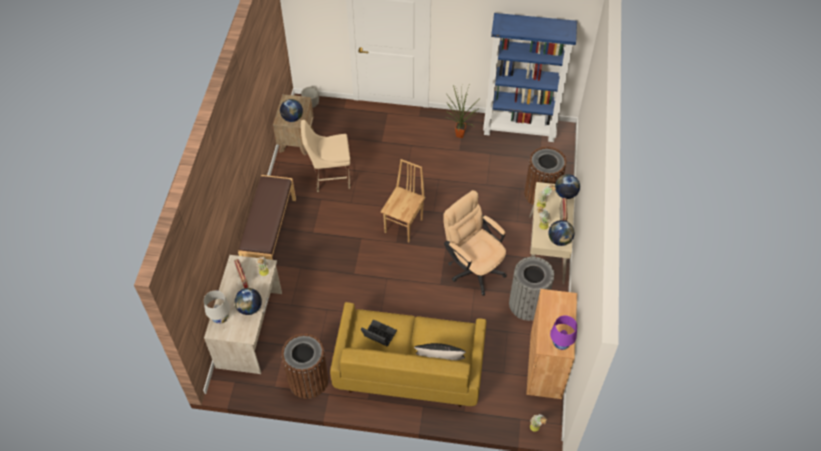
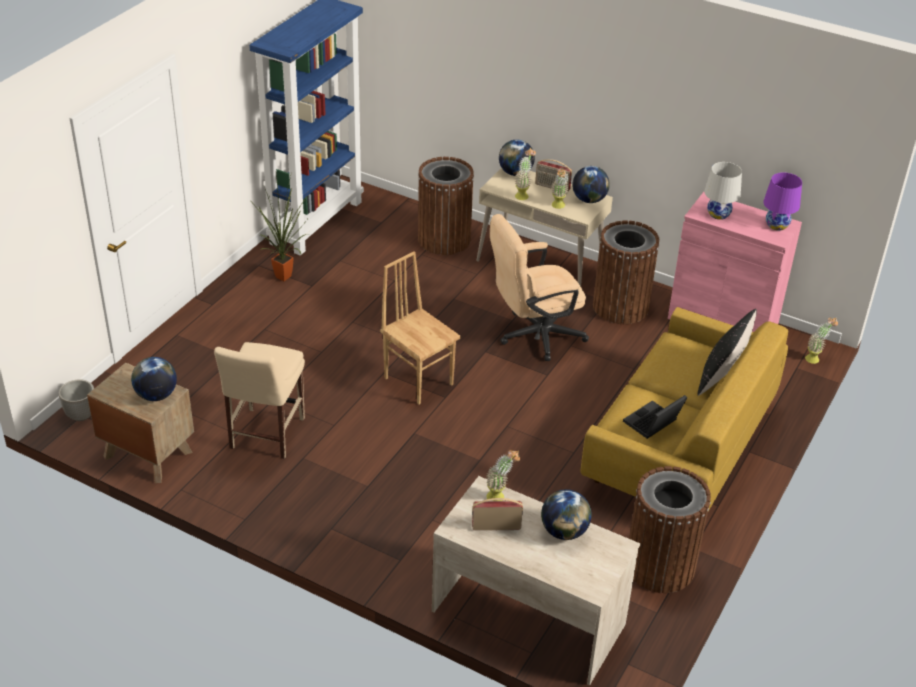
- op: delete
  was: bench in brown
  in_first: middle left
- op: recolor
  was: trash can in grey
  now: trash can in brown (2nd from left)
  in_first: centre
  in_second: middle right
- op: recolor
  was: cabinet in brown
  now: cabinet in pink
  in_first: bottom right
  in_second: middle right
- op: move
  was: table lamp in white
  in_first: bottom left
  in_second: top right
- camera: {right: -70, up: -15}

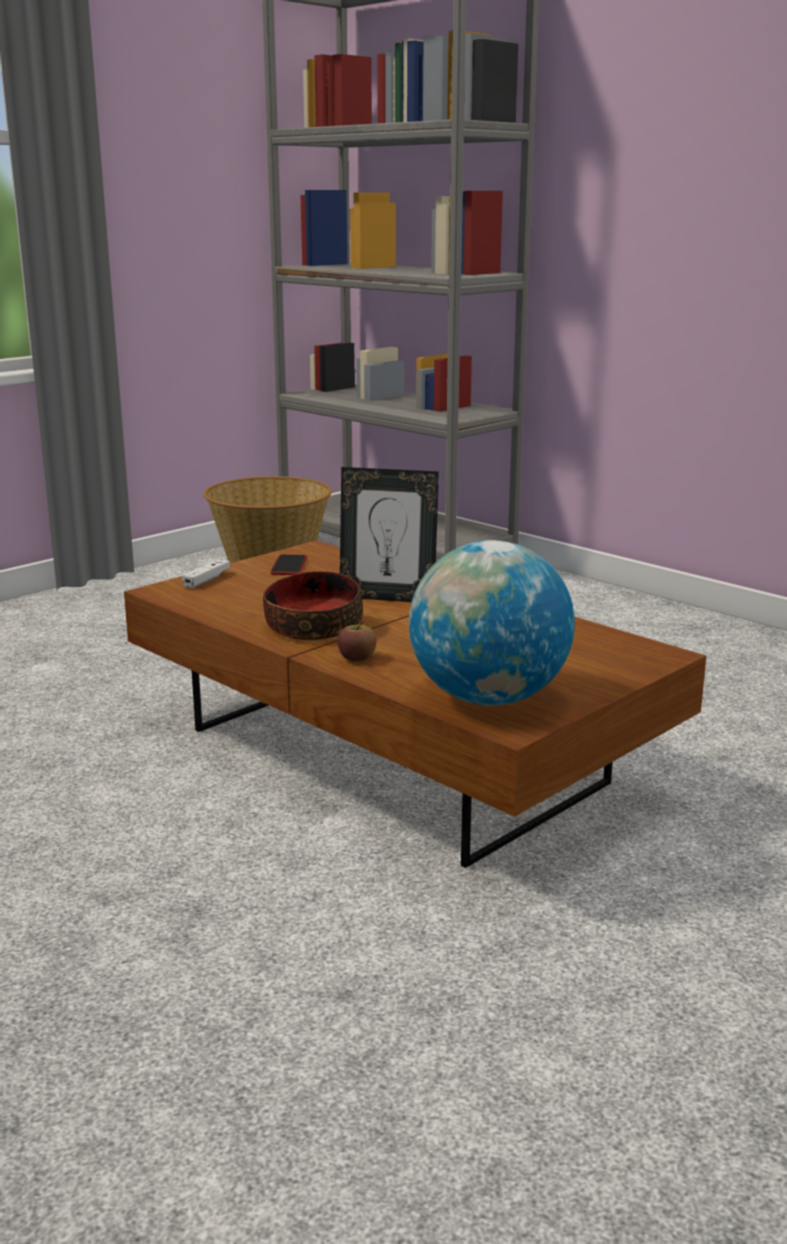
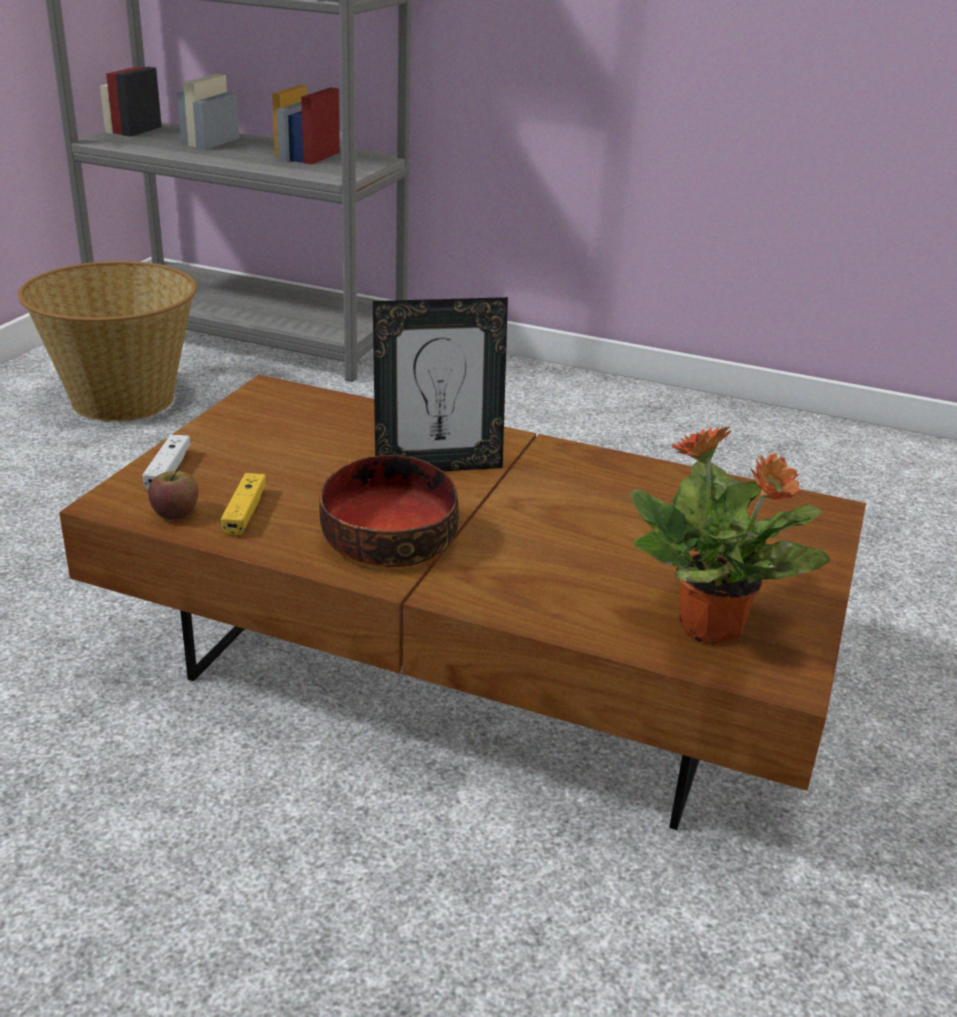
- op: replace
  was: globe
  now: potted plant
  in_first: centre
  in_second: middle right
- op: delete
  was: phone
  in_first: centre
- op: move
  was: apple
  in_first: centre
  in_second: middle left
- op: insert
  now: game controller in yellow
  in_second: middle left
- camera: {right: -25, up: 10}

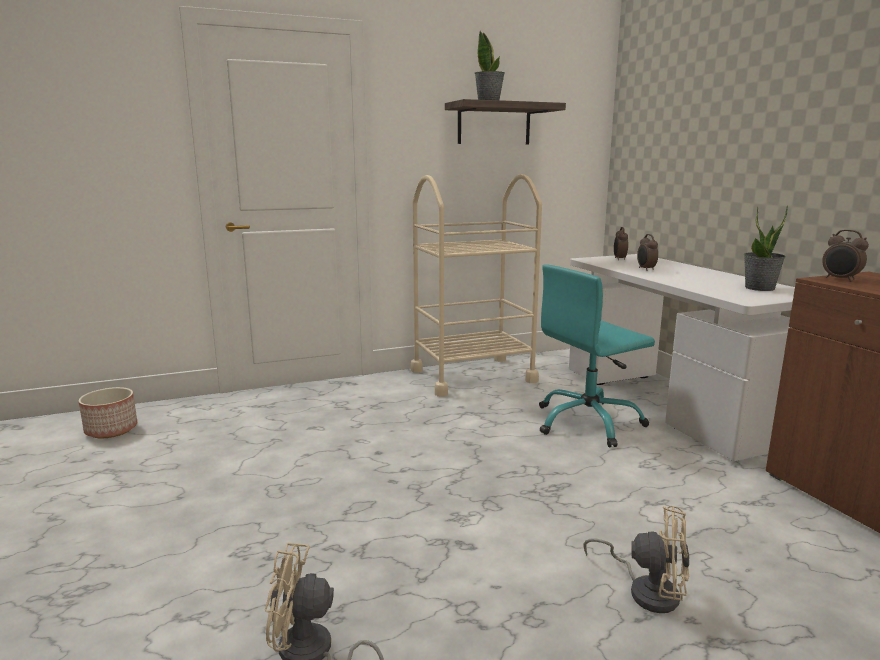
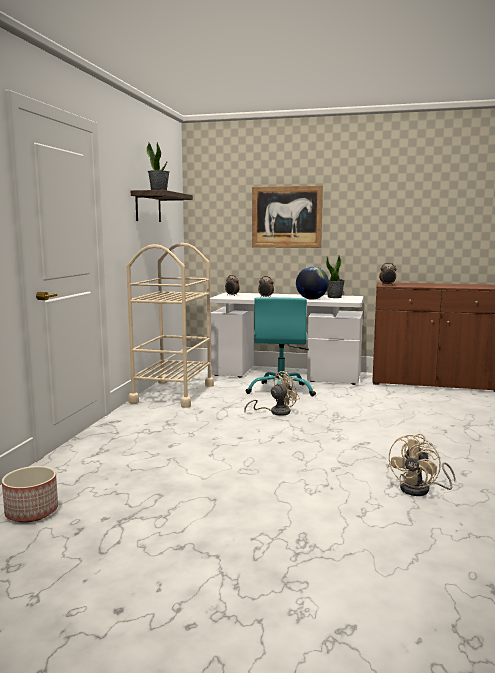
- op: move
  was: fan in beige (2nd from left in the first image)
  now: fan in beige (1st from left)
  in_first: bottom right
  in_second: centre
- op: insert
  now: picture
  in_second: top centre
- op: insert
  now: globe
  in_second: centre
- camera: {right: -55, up: -5}

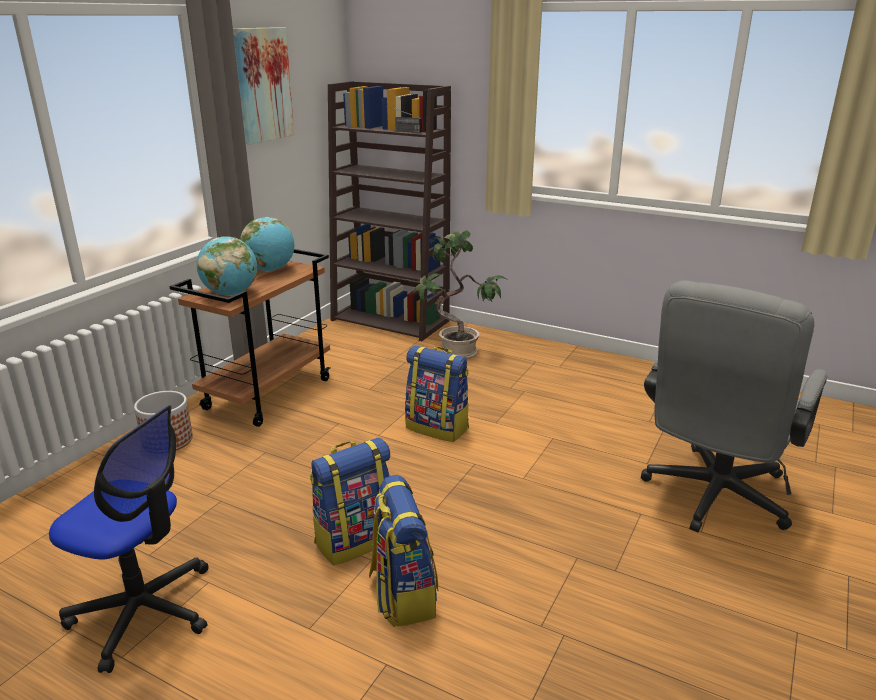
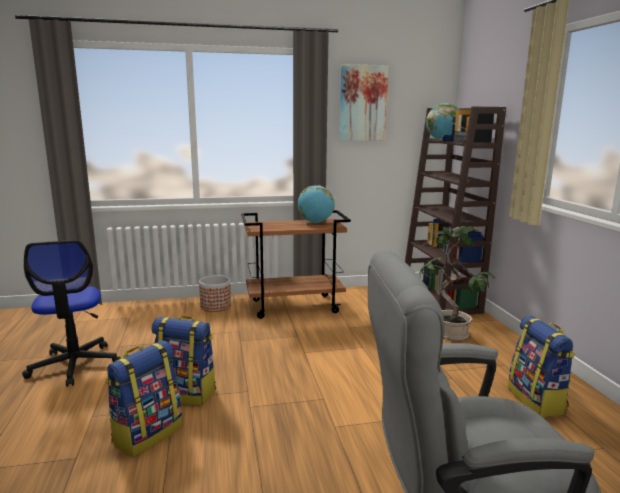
- op: move
  was: globe (1st from left in the first image)
  now: globe (2nd from left)
  in_first: middle left
  in_second: top right
- op: move
  was: backpack (3rd from left)
  in_first: centre
  in_second: bottom right
- camera: {right: 50, up: -10}

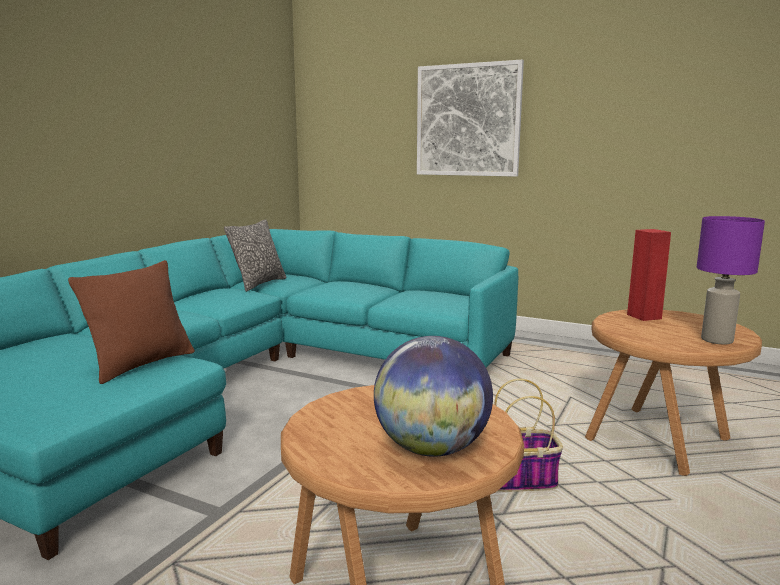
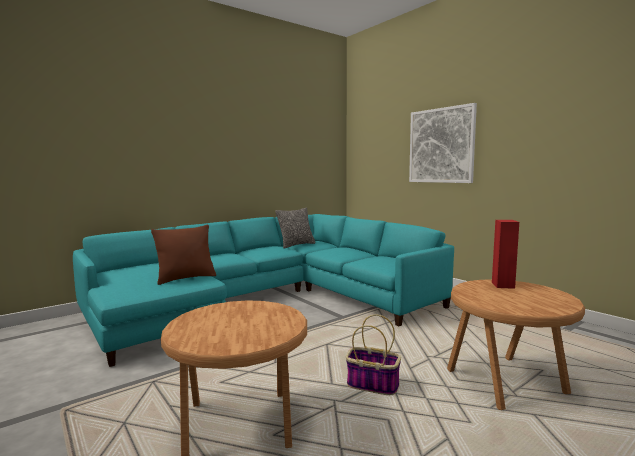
- op: delete
  was: table lamp in purple
  in_first: middle right
- op: delete
  was: globe
  in_first: bottom centre
- camera: {right: 25, up: -5}

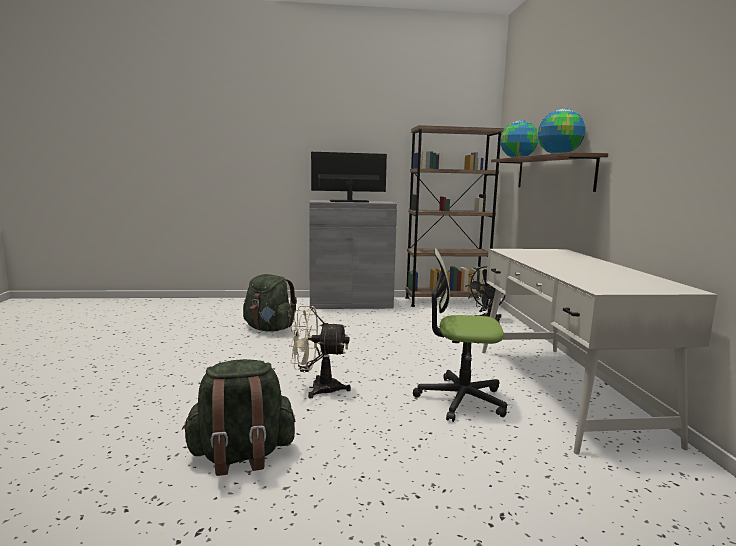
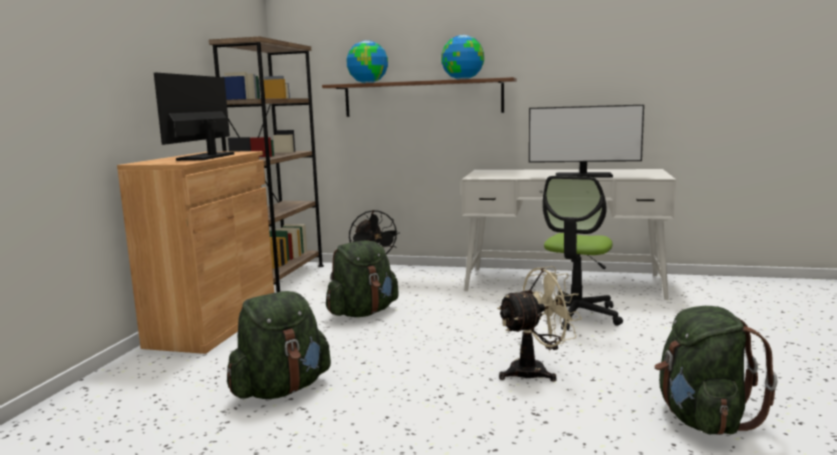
- op: recolor
  was: cabinet in grey
  now: cabinet in brown
  in_first: centre
  in_second: middle left
- op: rotate
  was: fan in beige
  in_first: centre
  in_second: bottom centre
  clockwise: -135
- op: insert
  now: monitor (2nd from left)
  in_second: top right
- op: insert
  now: backpack in green (2nd from left)
  in_second: centre
- camera: {right: -70, up: 0}

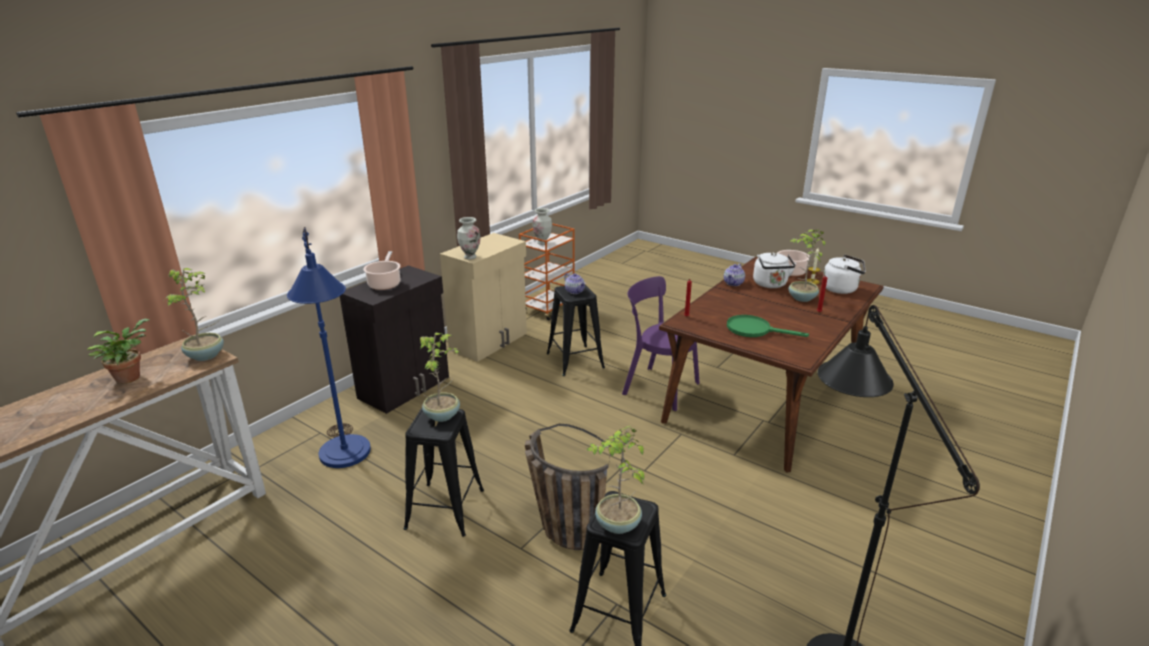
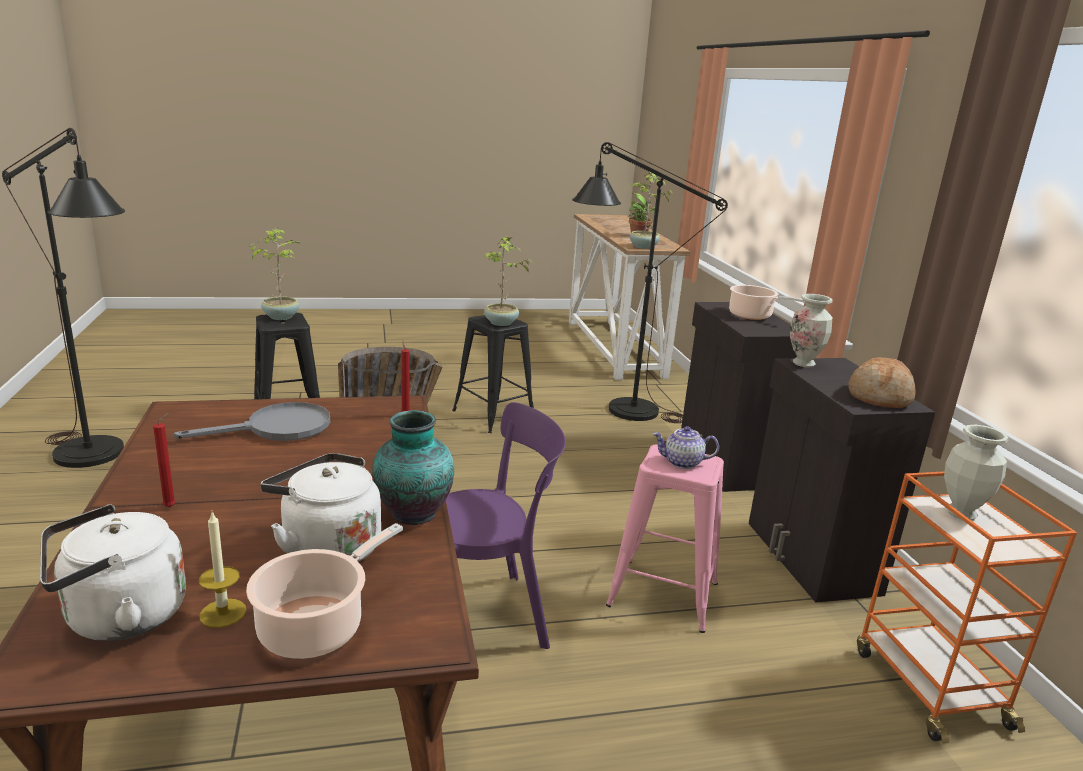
- op: recolor
  was: floor lamp in blue
  now: floor lamp in black (2nd from left)
  in_first: middle left
  in_second: centre
- op: delete
  was: potted plant (5th from left)
  in_first: middle right
- op: recolor
  was: cabinet in beige
  now: cabinet in black (2nd from left)
  in_first: centre
  in_second: middle right
- op: replace
  was: teapot (2nd from left)
  now: vase (1st from left)
  in_first: centre
  in_second: centre
- op: recolor
  was: stool in black (2nd from left)
  now: stool in pink
  in_first: centre
  in_second: bottom centre
- op: recolor
  was: frying pan in green
  now: frying pan in grey
  in_first: middle right
  in_second: middle left
- op: insert
  now: bread
  in_second: middle right
- camera: {right: 130, up: -5}

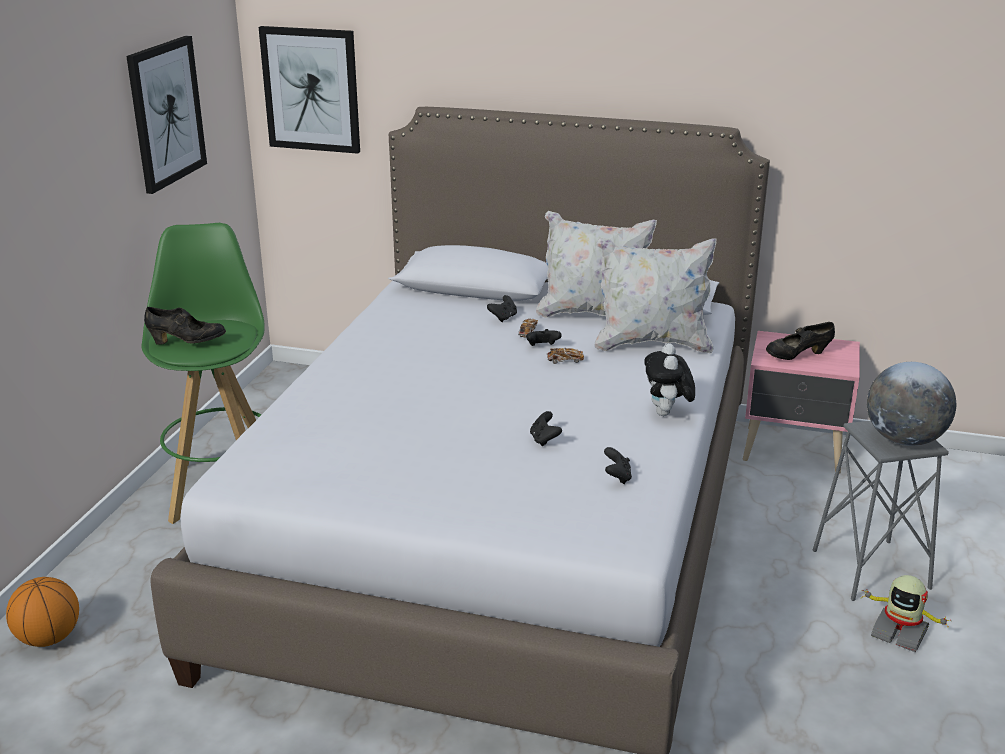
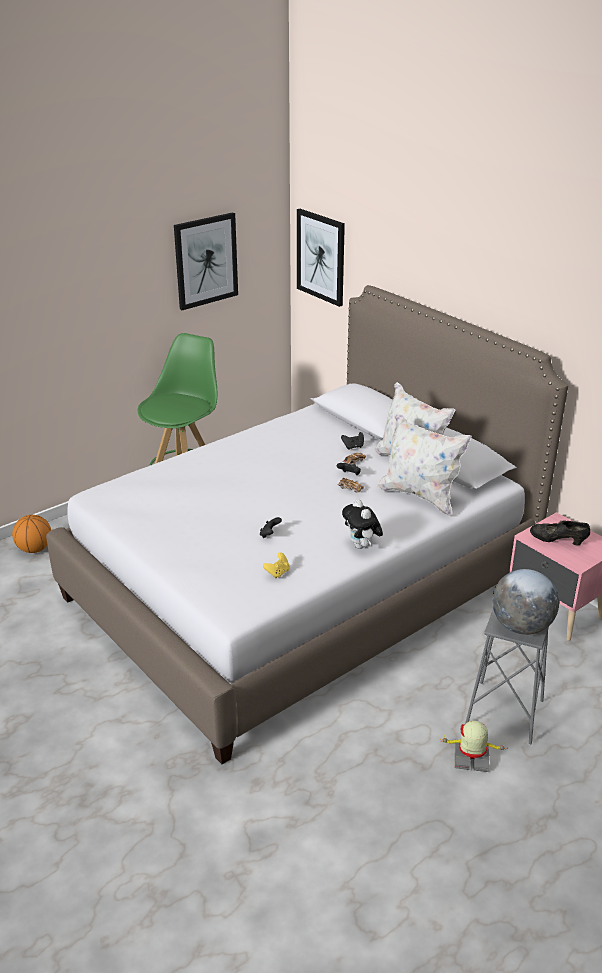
- op: delete
  was: shoe in black (1st from left)
  in_first: middle left
- op: rotate
  was: plush toy
  in_first: centre
  in_second: centre
  clockwise: -60
- op: recolor
  was: game controller in black (4th from left)
  now: game controller in yellow
  in_first: centre
  in_second: centre
- op: rotate
  was: toy robot
  in_first: bottom right
  in_second: bottom right
  clockwise: 120
- camera: {right: 35, up: 5}

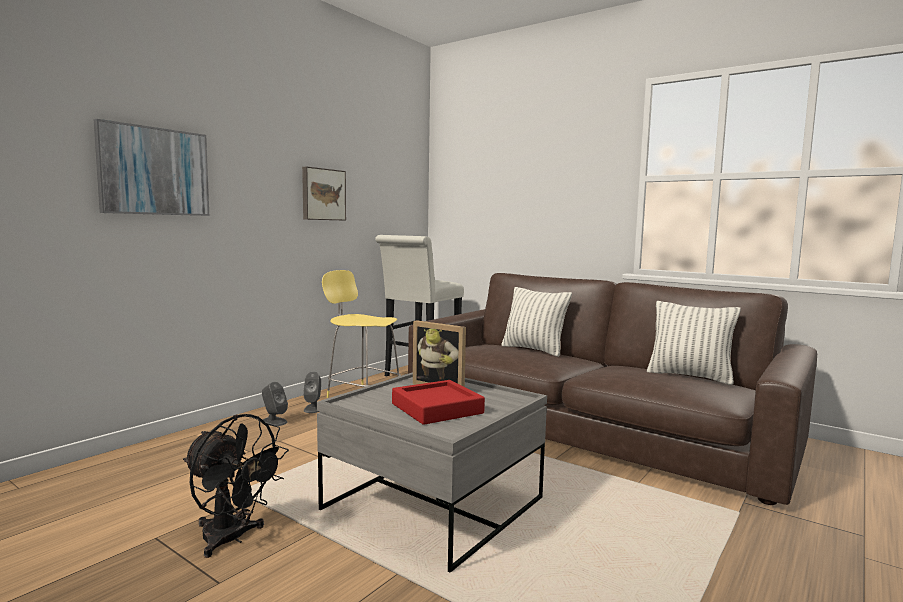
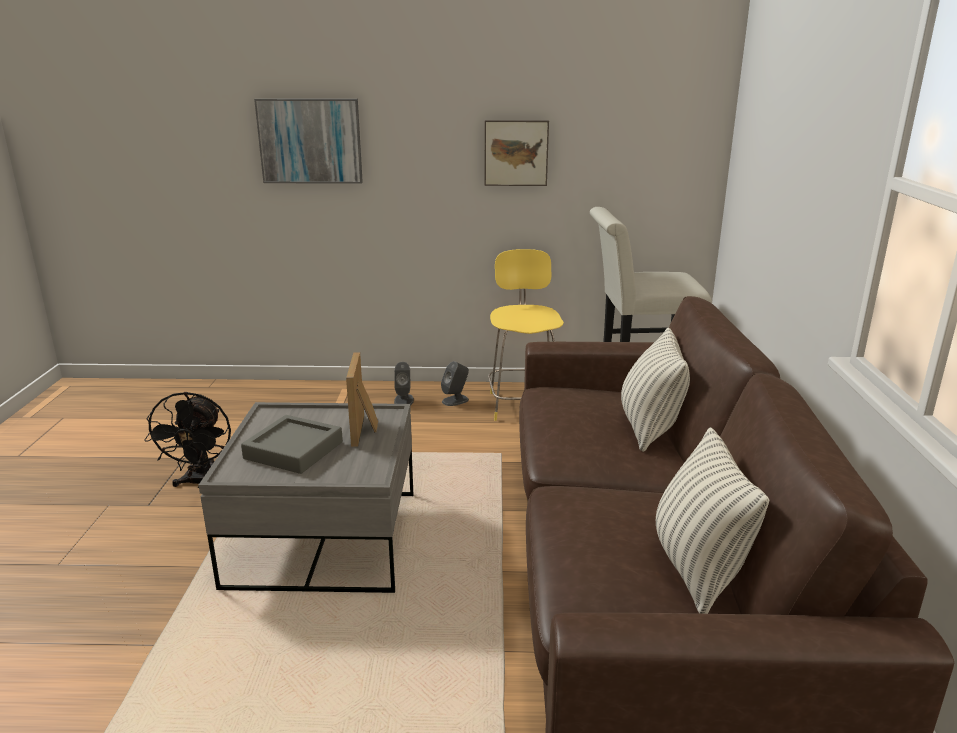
- op: recolor
  was: tray in red
  now: tray in grey
  in_first: bottom centre
  in_second: middle left
- camera: {right: 55, up: 15}

